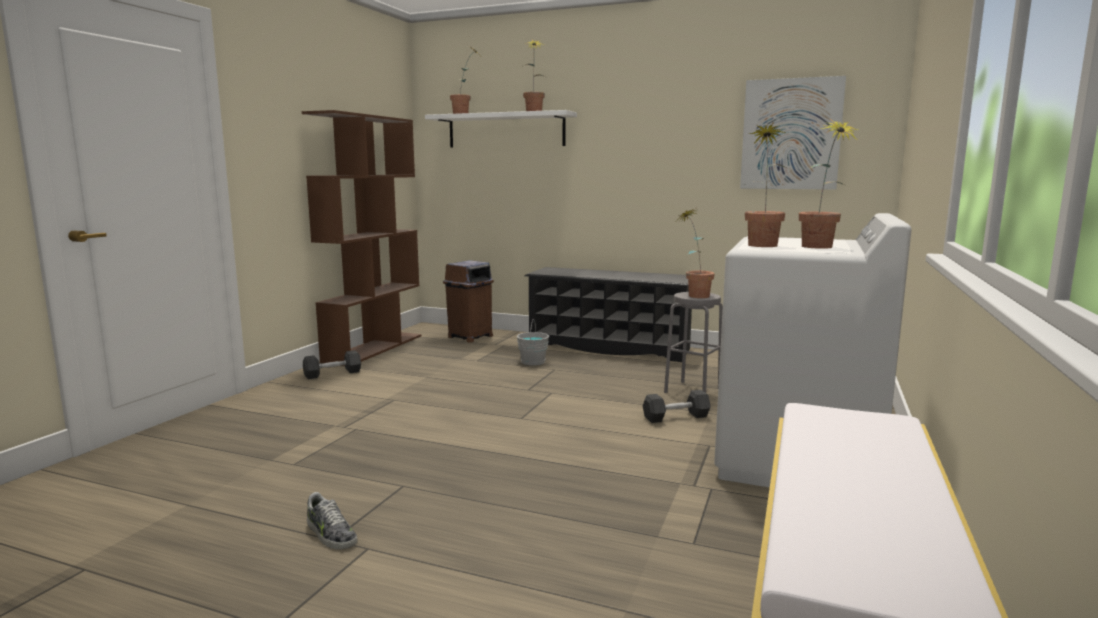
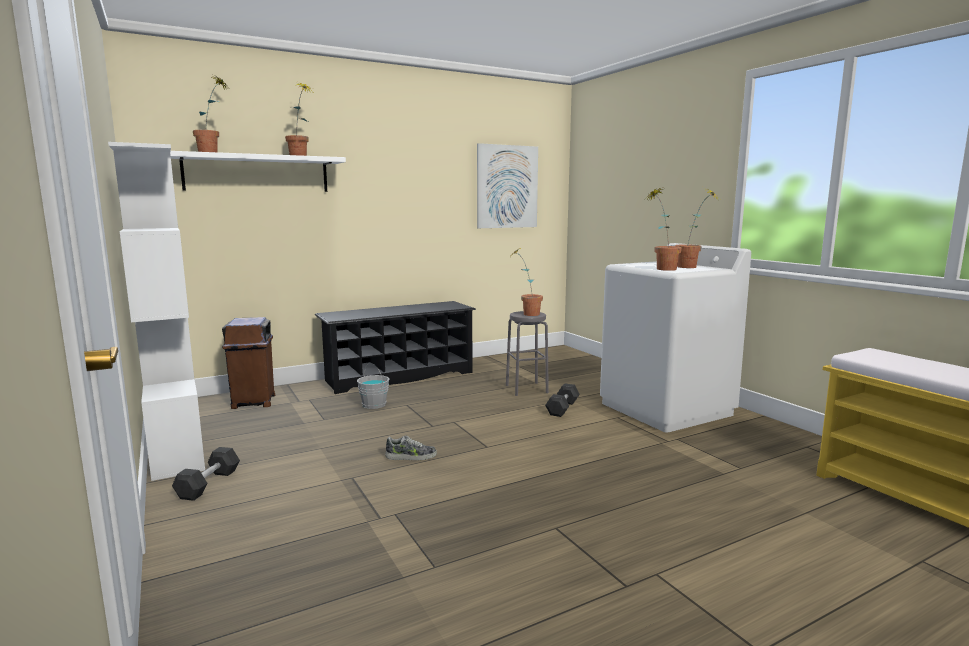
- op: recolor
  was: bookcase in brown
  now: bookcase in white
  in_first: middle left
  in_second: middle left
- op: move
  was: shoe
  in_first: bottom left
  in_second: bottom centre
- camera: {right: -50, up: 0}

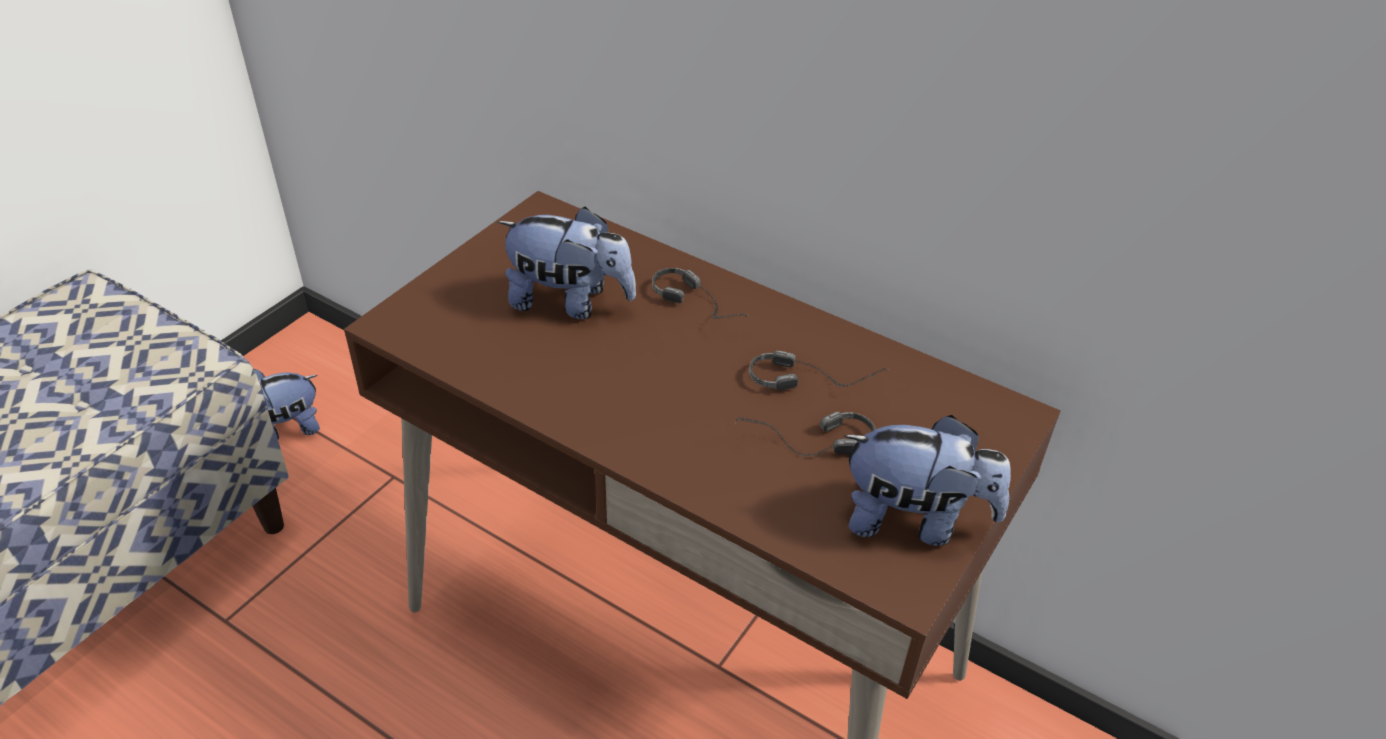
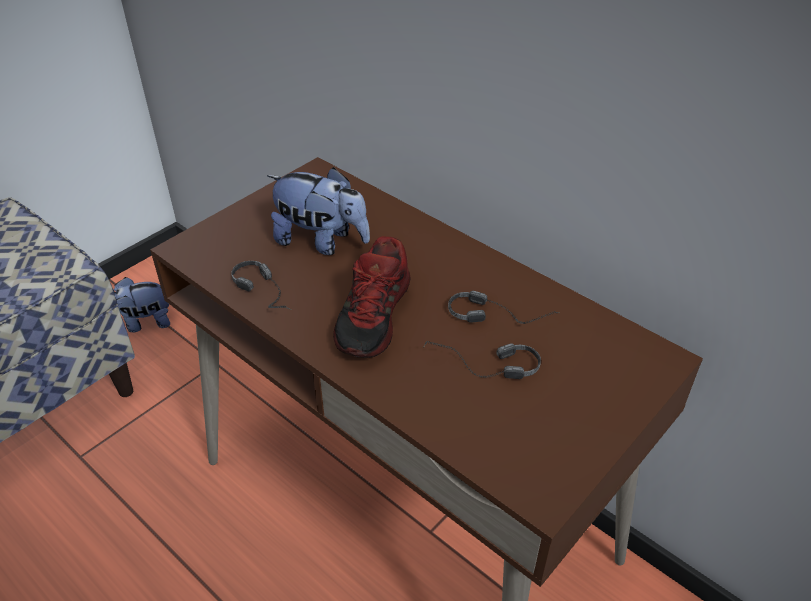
- op: move
  was: headphones (1st from left)
  in_first: centre
  in_second: middle left
- op: delete
  was: plush toy (3rd from left)
  in_first: middle right
- op: insert
  now: shoe
  in_second: centre
- camera: {right: 10, up: 0}

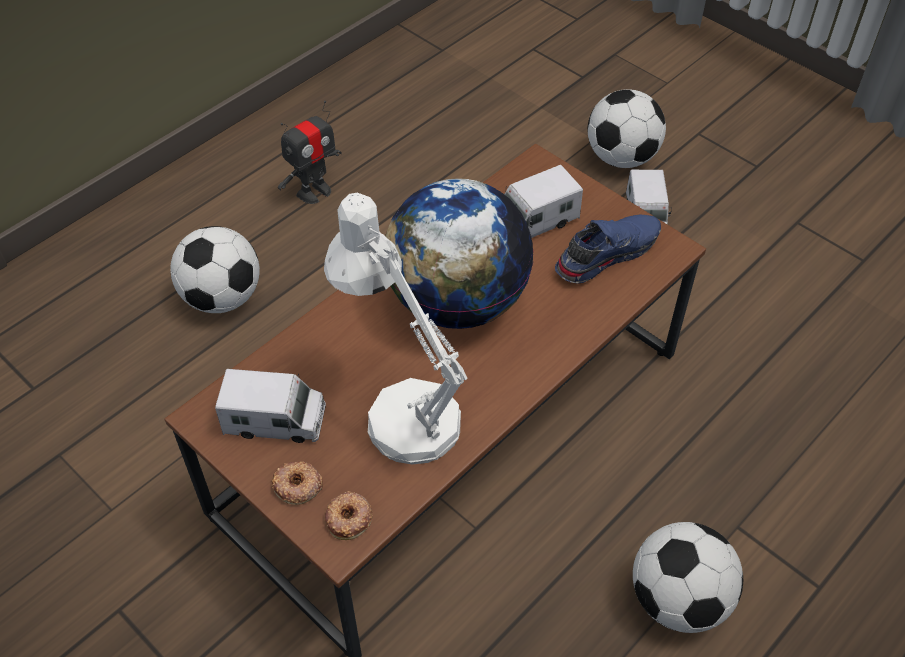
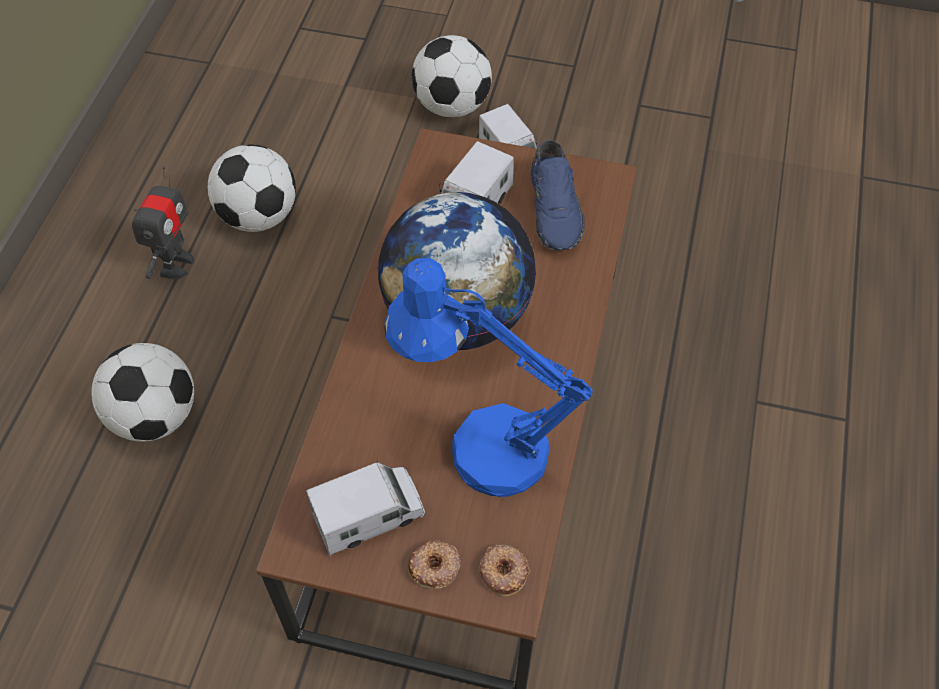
- op: recolor
  was: table lamp in white
  now: table lamp in blue
  in_first: centre
  in_second: centre
- op: rotate
  was: shoe in blue
  in_first: middle right
  in_second: top centre
  clockwise: 150
- op: move
  was: football (3rd from left in the first image)
  now: football (2nd from left)
  in_first: bottom right
  in_second: top left
- camera: {right: -30, up: 5}

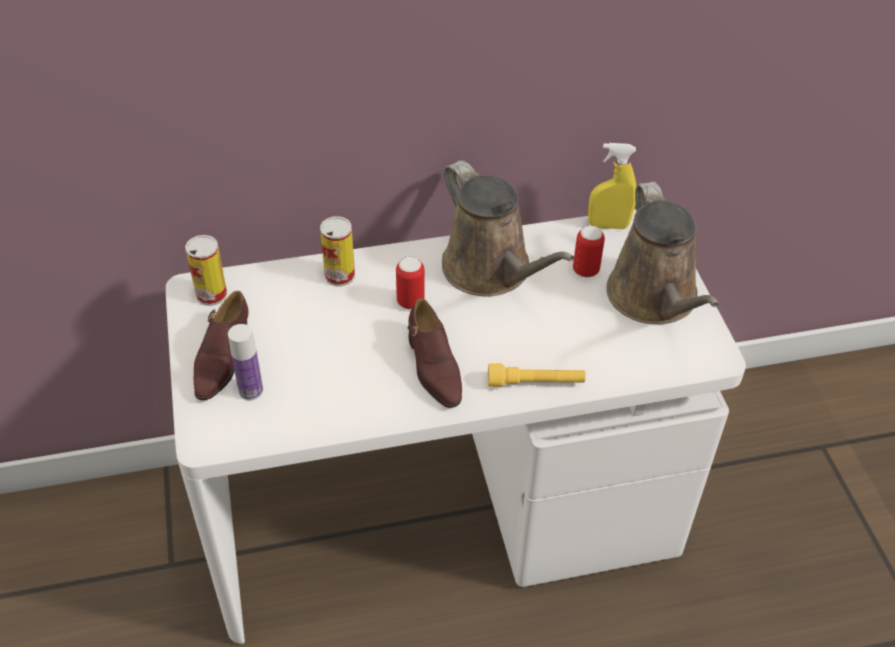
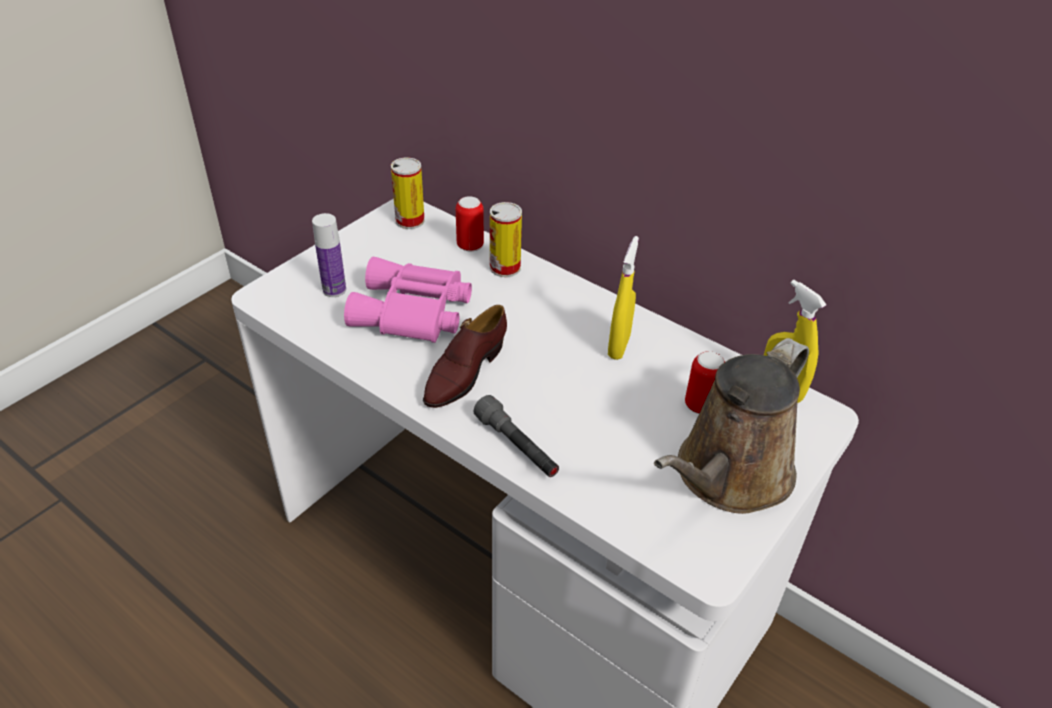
- op: replace
  was: watering can in brown (1st from left)
  now: spray bottle in yellow (1st from left)
  in_first: centre
  in_second: centre
- op: move
  was: can (3rd from left in the first image)
  now: can (2nd from left)
  in_first: centre
  in_second: top centre
- op: delete
  was: shoe in brown (1st from left)
  in_first: middle left
- op: recolor
  was: flashlight in yellow
  now: flashlight in grey
  in_first: centre
  in_second: centre
- op: insert
  now: binoculars in pink
  in_second: centre
- camera: {right: 50, up: -5}

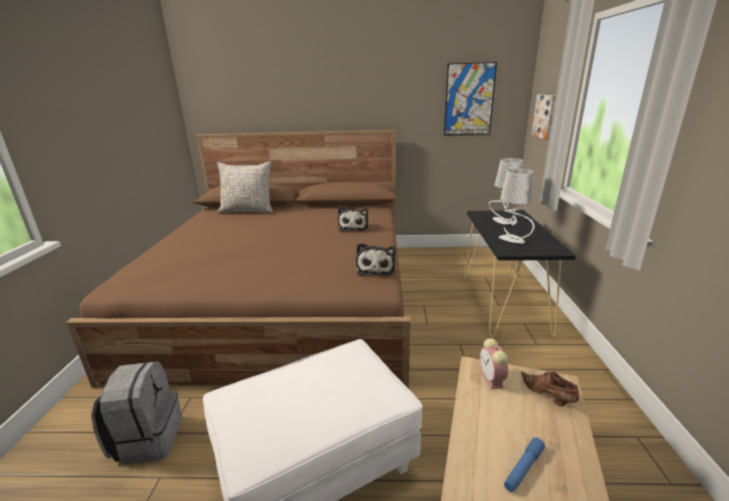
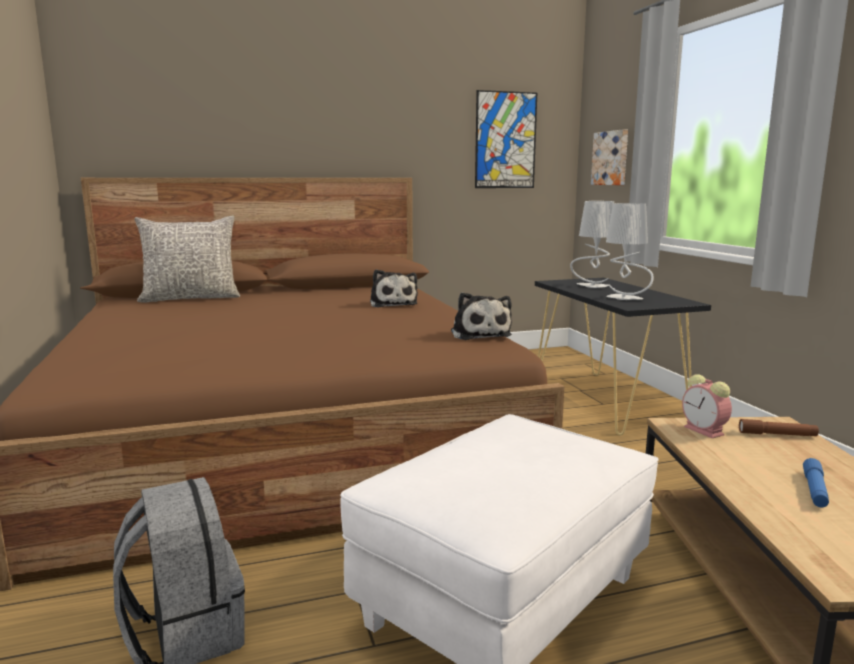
- op: replace
  was: shoe in brown
  now: flashlight in brown
  in_first: bottom right
  in_second: middle right
- camera: {right: -20, up: -10}

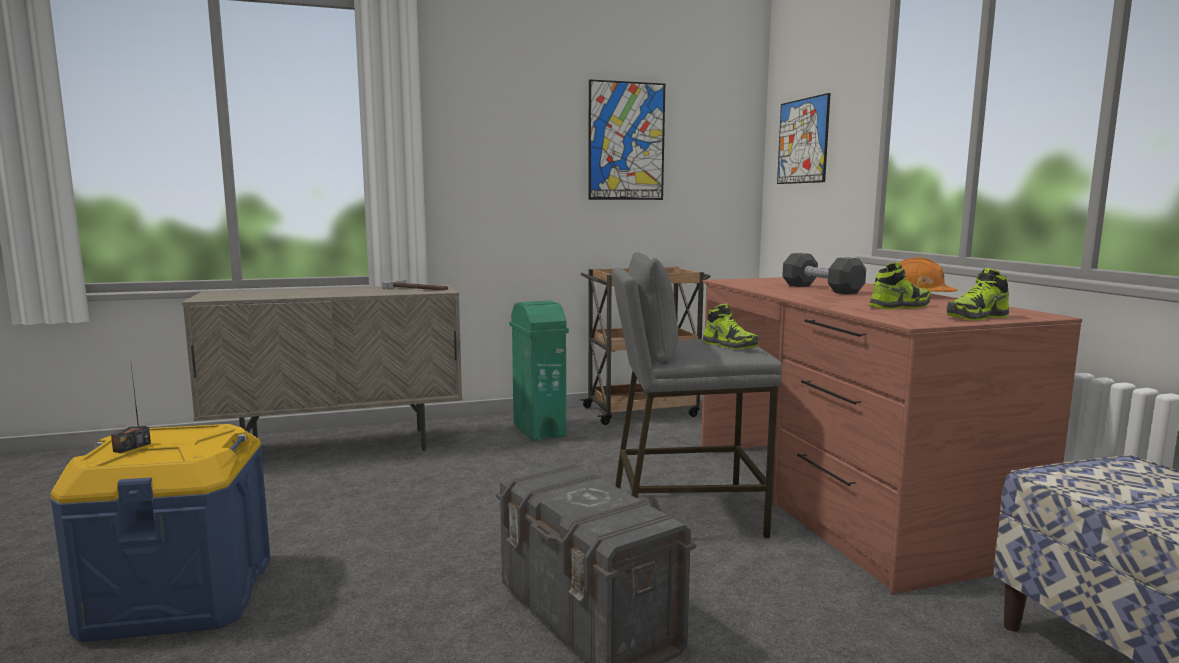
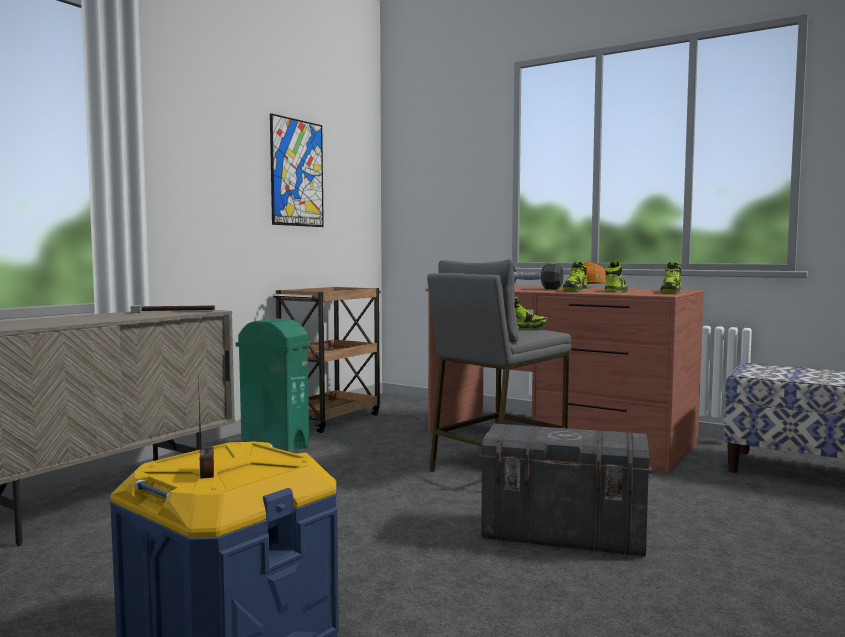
- op: delete
  was: picture (2nd from left)
  in_first: top right
- op: insert
  now: shoe (2nd from left)
  in_second: middle right
- camera: {right: -40, up: -5}

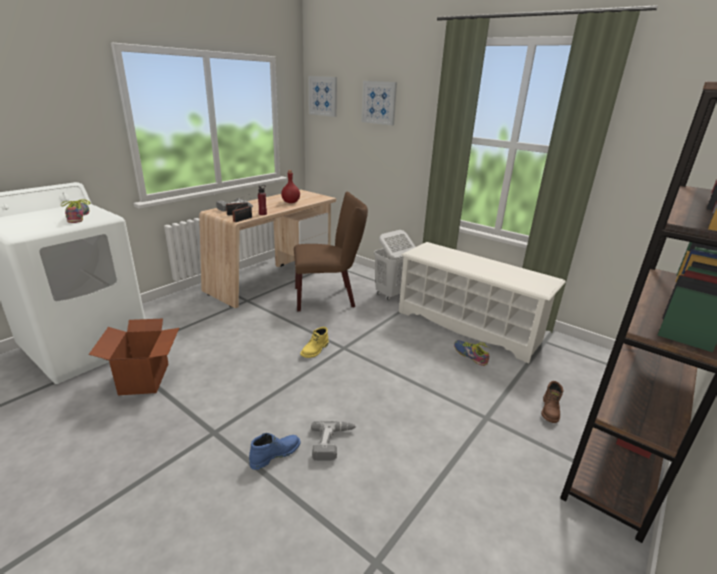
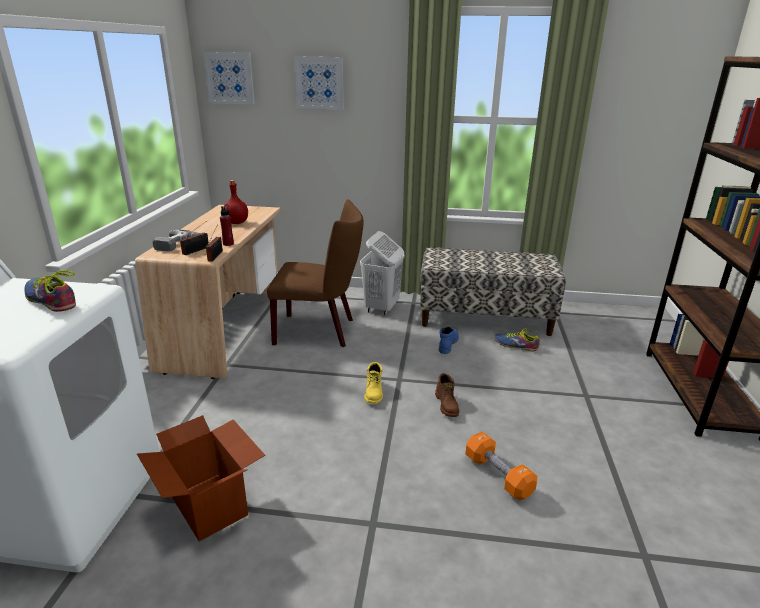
- op: rotate
  was: chair in brown
  in_first: centre
  in_second: centre
  clockwise: 45
- op: replace
  was: shoe rack in white
  now: bench
  in_first: middle right
  in_second: centre
- op: move
  was: boot in brown
  in_first: bottom right
  in_second: centre
- op: replace
  was: power drill (2nd from left)
  now: dumbbell in orange
  in_first: bottom centre
  in_second: bottom centre
- op: move
  was: boot in blue
  in_first: bottom centre
  in_second: centre
- camera: {right: -30, up: 0}

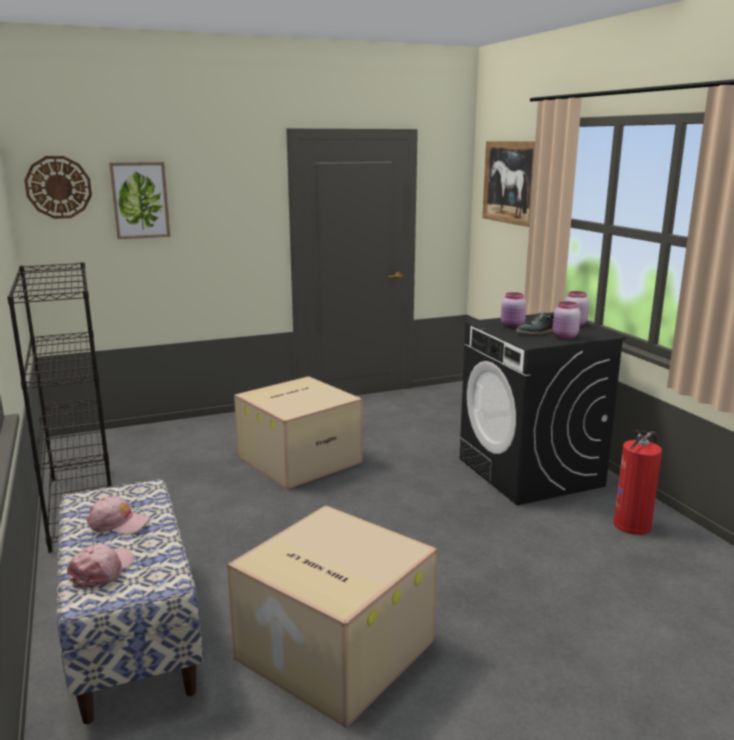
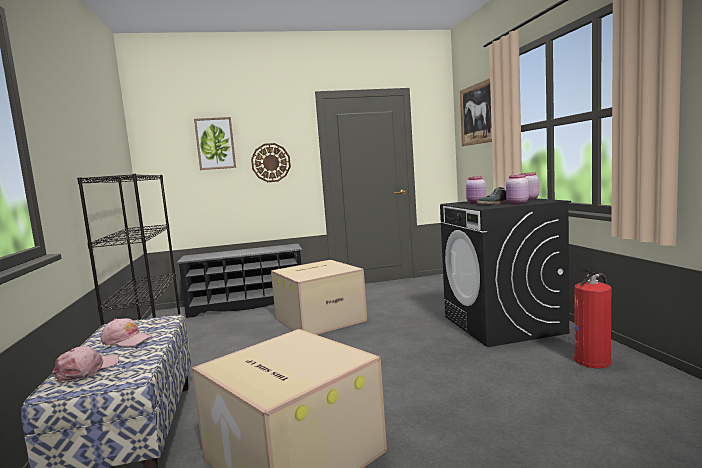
- op: move
  was: wall clock
  in_first: top left
  in_second: centre
- op: insert
  now: shoe rack in black
  in_second: centre
- camera: {right: 10, up: -10}

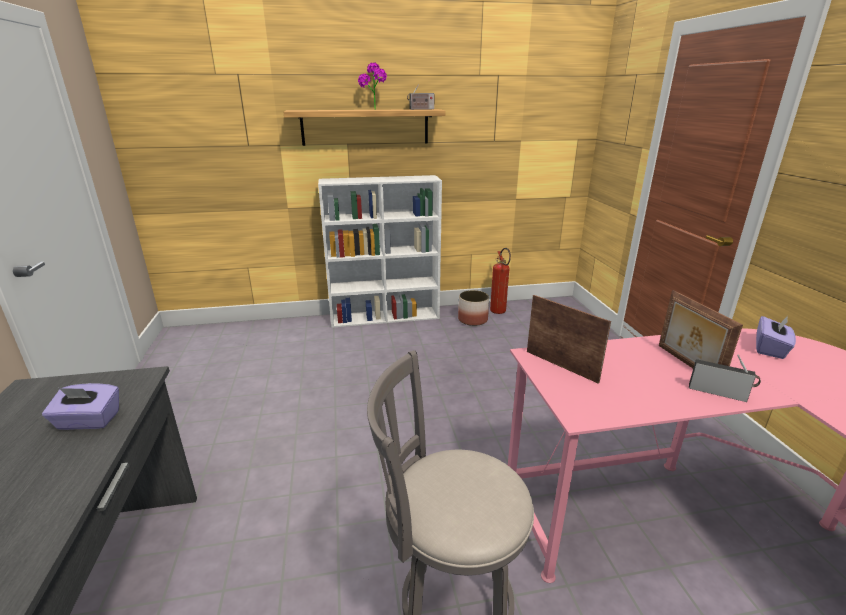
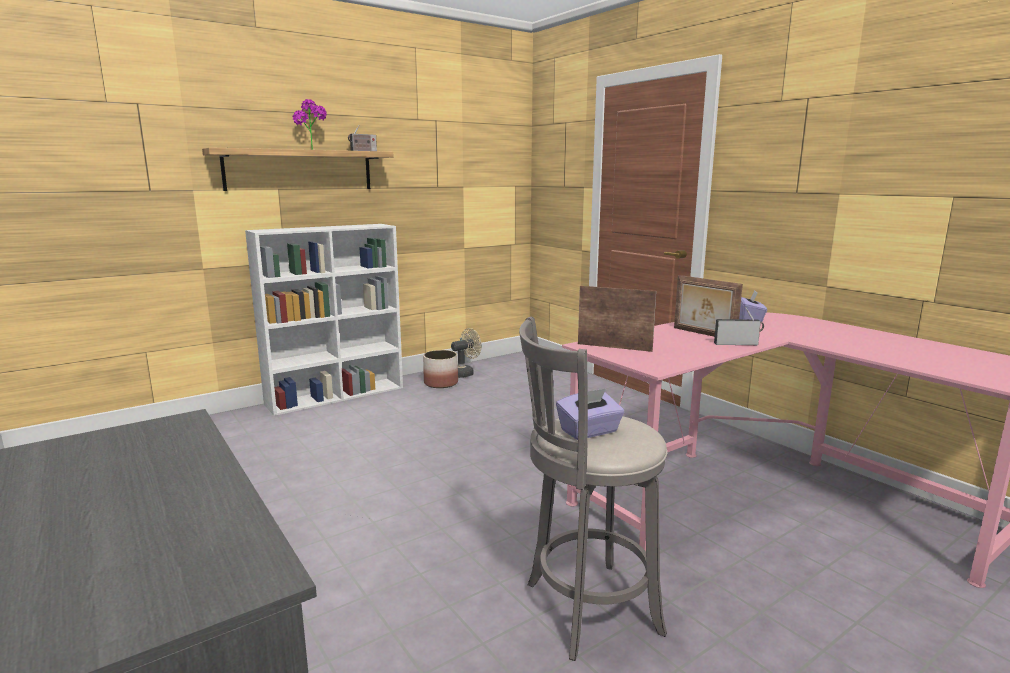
- op: replace
  was: fire extinguisher
  now: fan in beige
  in_first: centre
  in_second: centre
- op: move
  was: tissue box in purple (1st from left)
  in_first: middle left
  in_second: centre
- camera: {right: -25, up: -10}

